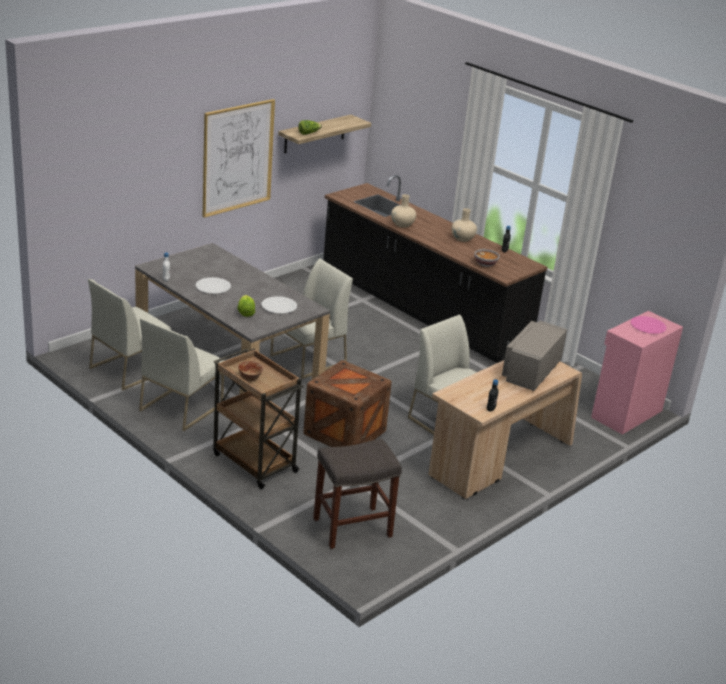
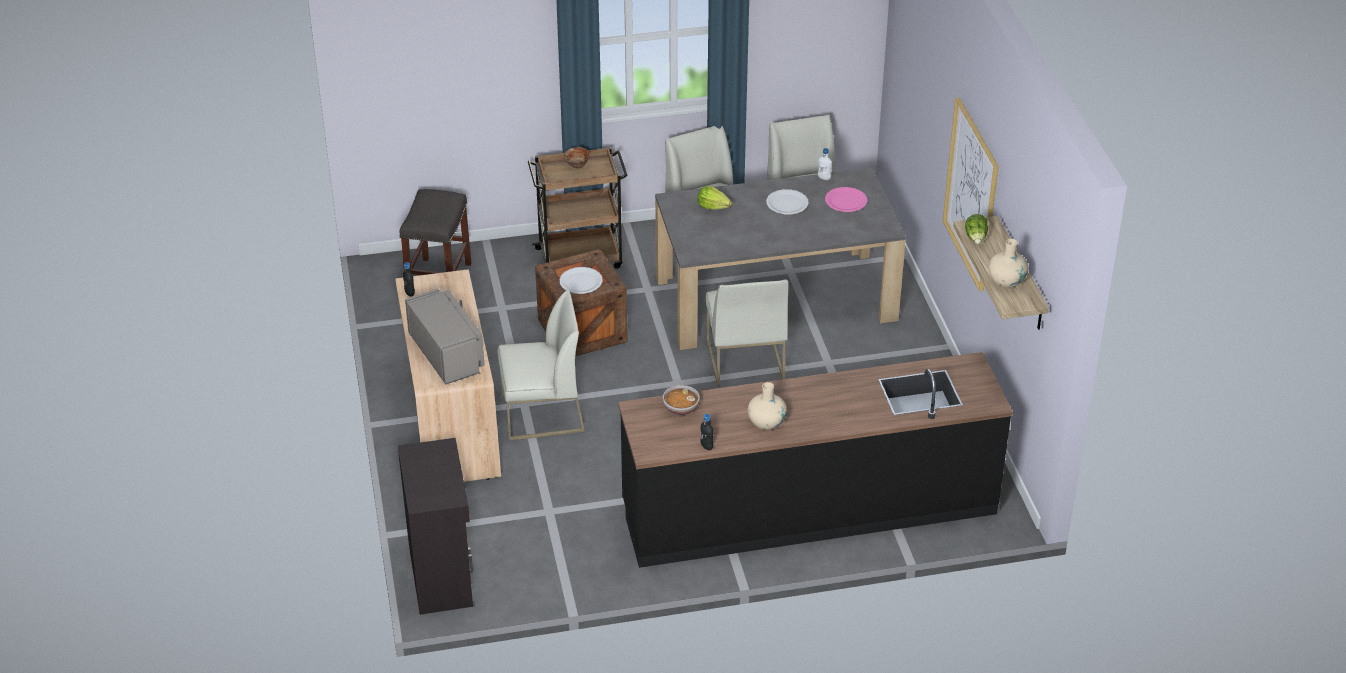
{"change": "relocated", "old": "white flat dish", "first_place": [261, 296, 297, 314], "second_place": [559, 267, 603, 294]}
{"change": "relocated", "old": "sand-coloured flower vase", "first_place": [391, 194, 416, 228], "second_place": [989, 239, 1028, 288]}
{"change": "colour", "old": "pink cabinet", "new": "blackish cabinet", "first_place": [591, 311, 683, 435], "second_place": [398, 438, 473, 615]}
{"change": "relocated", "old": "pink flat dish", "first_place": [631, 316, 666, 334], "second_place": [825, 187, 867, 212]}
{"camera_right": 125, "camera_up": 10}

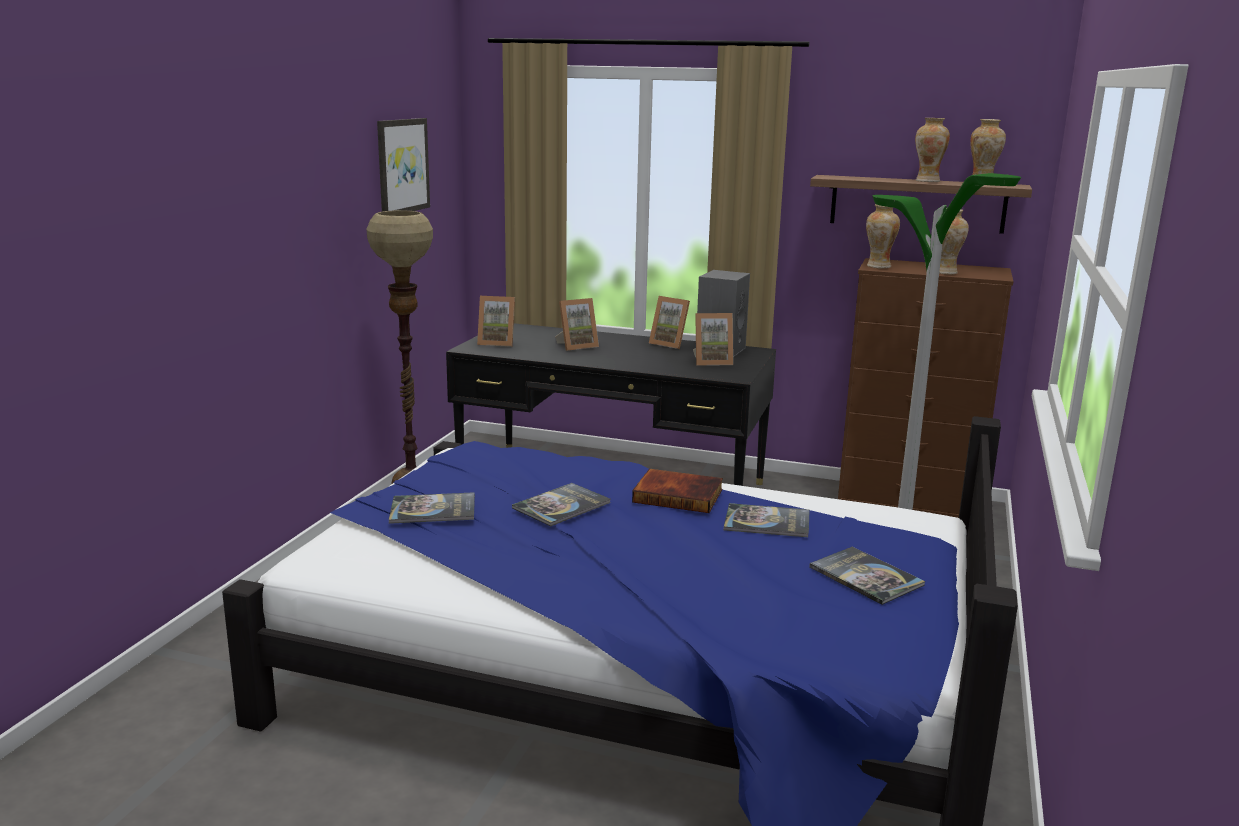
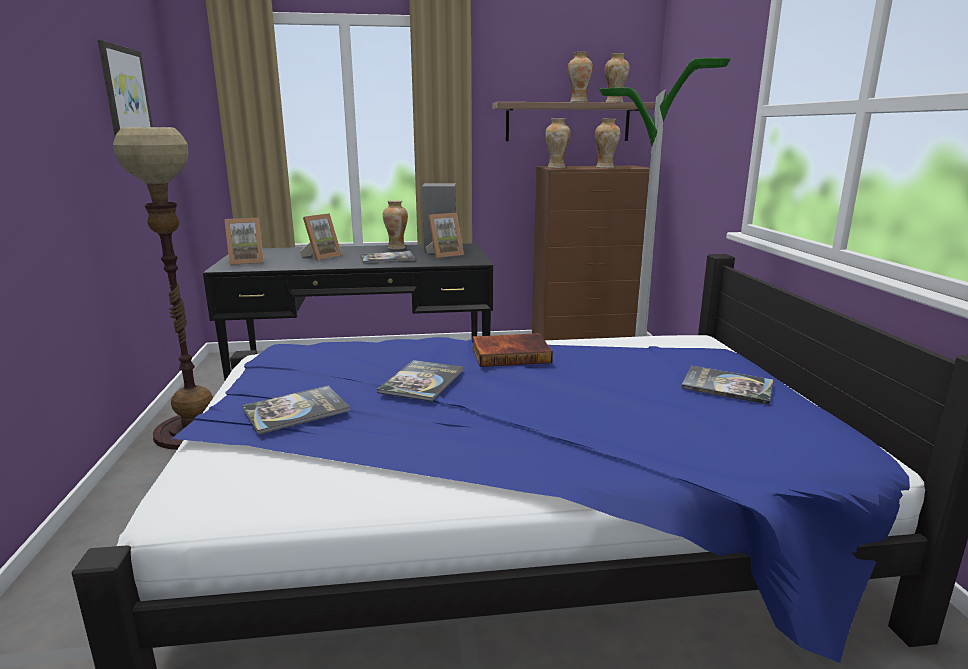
{"change": "exchanged", "old": "standing frame", "new": "flower vase", "first_place": [649, 296, 690, 349], "second_place": [383, 201, 408, 249]}
{"change": "relocated", "old": "book", "first_place": [724, 503, 810, 537], "second_place": [361, 251, 415, 264]}
{"camera_right": -25, "camera_up": 0}

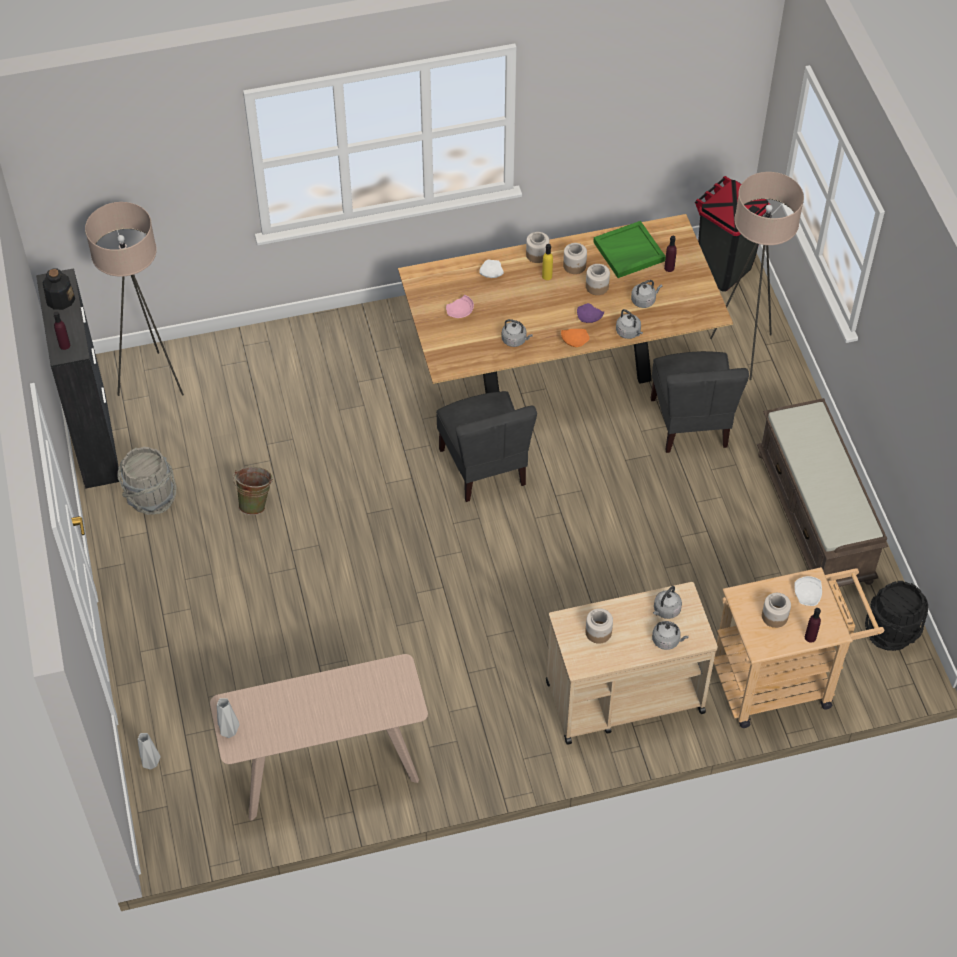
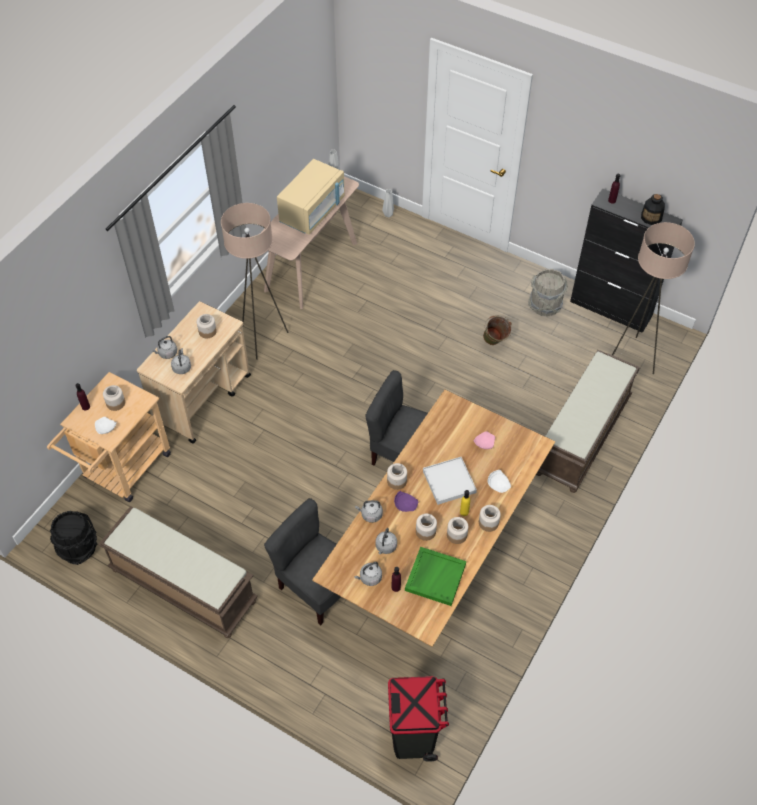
{"change": "relocated", "old": "greyish kettle", "first_place": [501, 319, 533, 347], "second_place": [354, 562, 382, 586]}
{"change": "exchanged", "old": "orange-coloured flat dish", "new": "preserve jar", "first_place": [561, 329, 590, 347], "second_place": [387, 463, 407, 490]}
{"change": "relocated", "old": "sand-coloured floor lamp", "first_place": [710, 172, 804, 380], "second_place": [221, 203, 289, 360]}
{"change": "appeared", "new": "sand-coloured kitchen microwave", "second_place": [277, 159, 345, 235]}
{"change": "appeared", "new": "white serving tray", "second_place": [423, 457, 477, 505]}
{"change": "appeared", "new": "brown-coloured indoor bench", "second_place": [536, 350, 640, 493]}
{"camera_right": 135, "camera_up": 0}

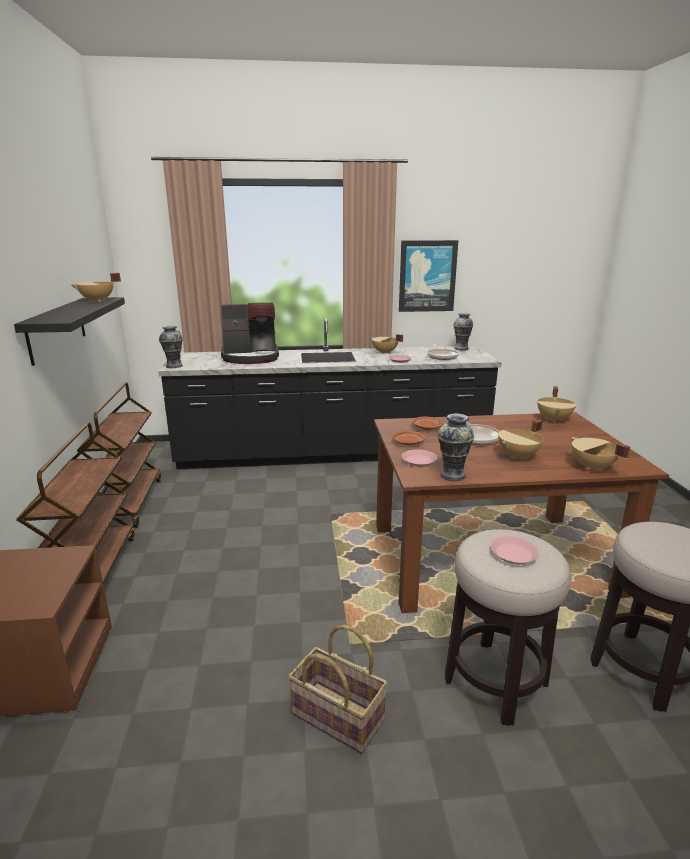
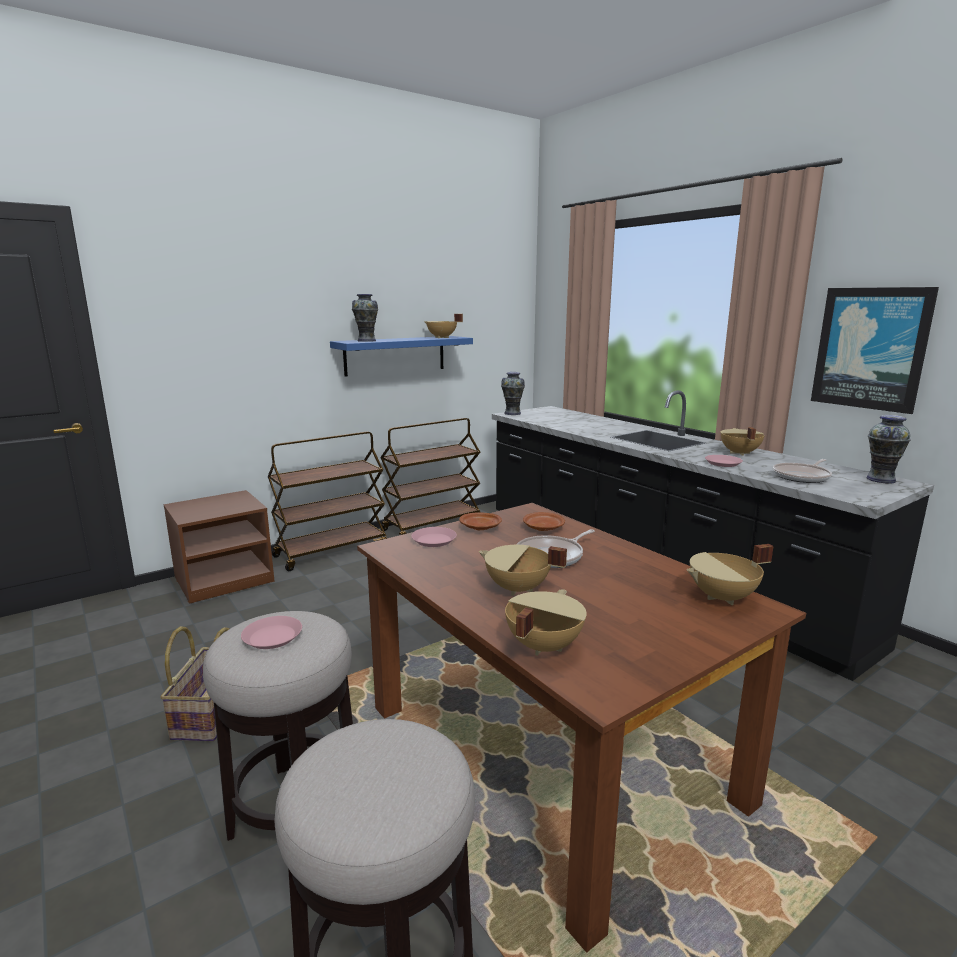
{"change": "colour", "old": "blackish shelf", "new": "blue-coloured shelf", "first_place": [14, 297, 125, 366], "second_place": [330, 336, 473, 377]}
{"change": "missing", "old": "coffee machine", "first_place": [221, 302, 279, 364]}
{"change": "relocated", "old": "flower vase", "first_place": [437, 414, 474, 481], "second_place": [352, 294, 378, 342]}
{"camera_right": 60, "camera_up": -5}

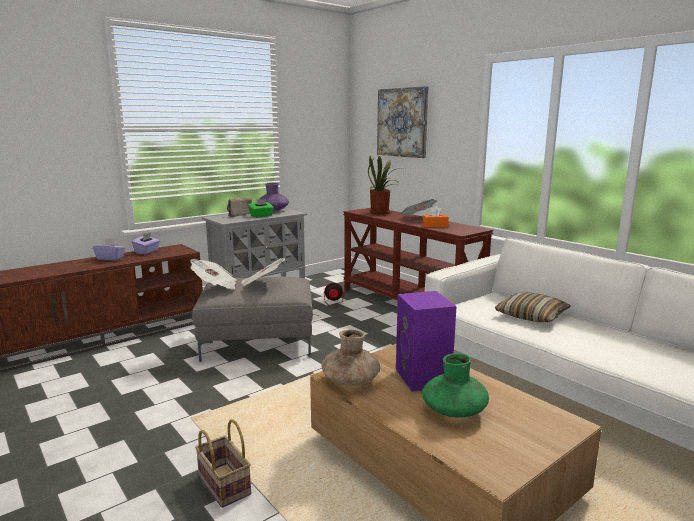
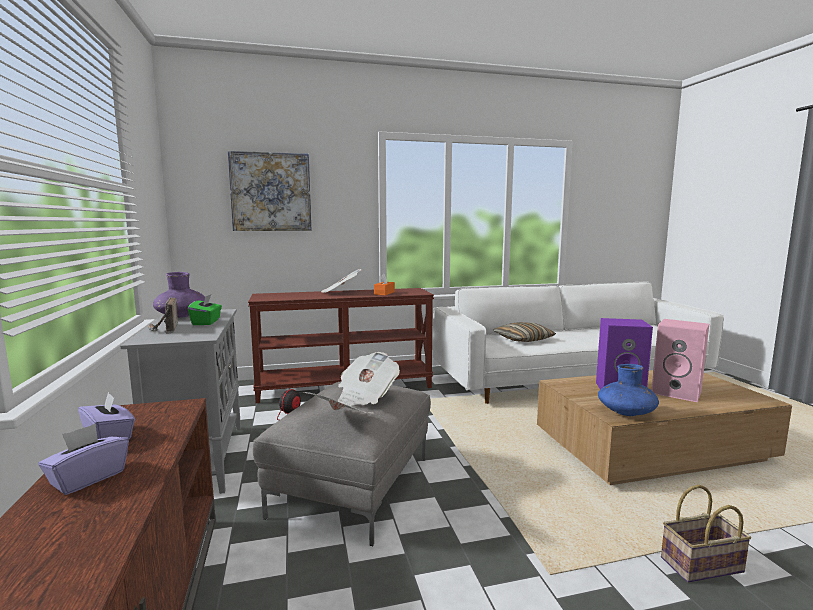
{"change": "colour", "old": "brown-coloured flower vase", "new": "blue-coloured flower vase", "first_place": [322, 330, 380, 386], "second_place": [598, 364, 659, 416]}
{"change": "missing", "old": "houseplant", "first_place": [368, 156, 401, 214]}
{"change": "exchanged", "old": "green flower vase", "new": "pink loudspeaker", "first_place": [422, 353, 489, 418], "second_place": [652, 319, 709, 402]}
{"camera_right": -65, "camera_up": -5}

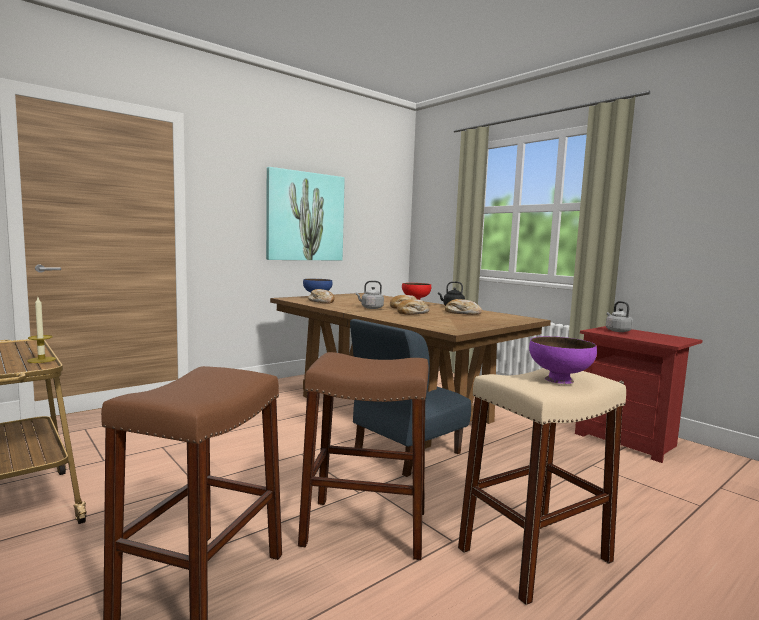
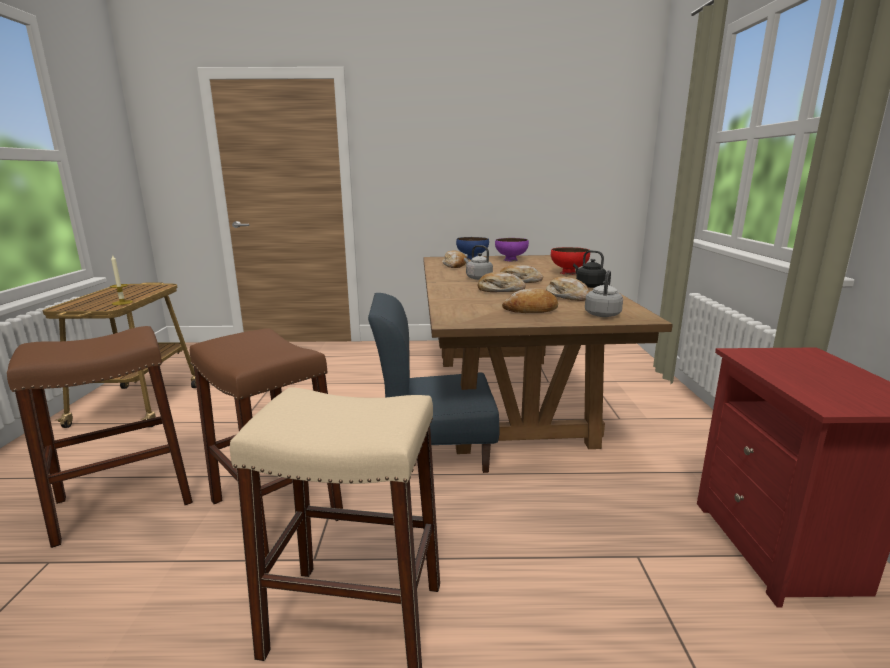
{"change": "missing", "old": "wall art", "first_place": [266, 167, 345, 261]}
{"change": "relocated", "old": "purplish bowl", "first_place": [529, 336, 597, 384], "second_place": [495, 238, 529, 261]}
{"change": "relocated", "old": "greyish kettle", "first_place": [606, 301, 633, 332], "second_place": [585, 270, 623, 317]}
{"change": "appeared", "new": "baked bread", "second_place": [502, 289, 558, 313]}
{"camera_right": 40, "camera_up": 10}

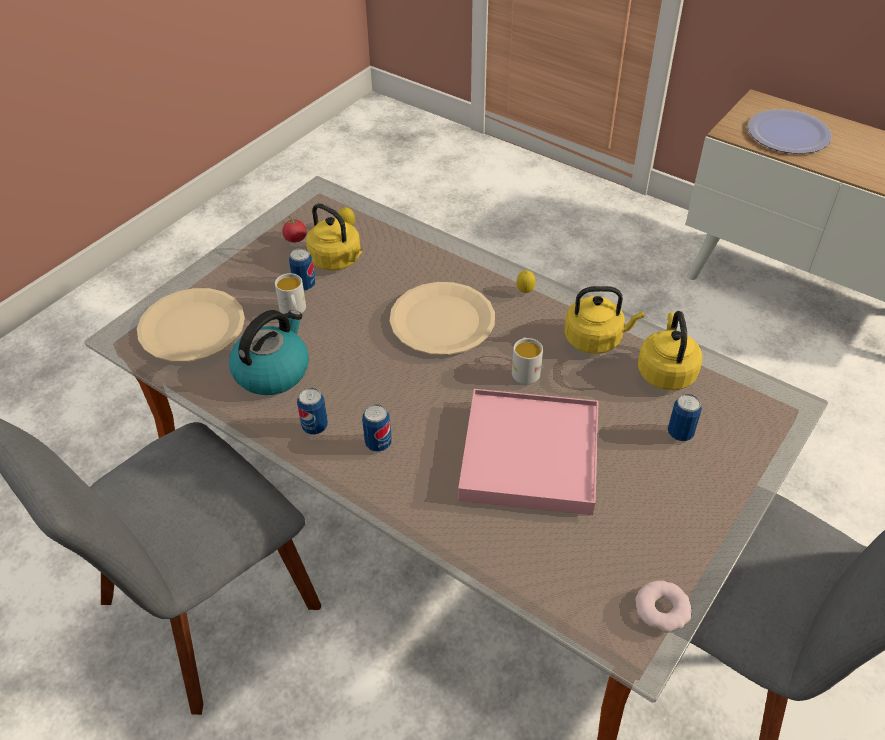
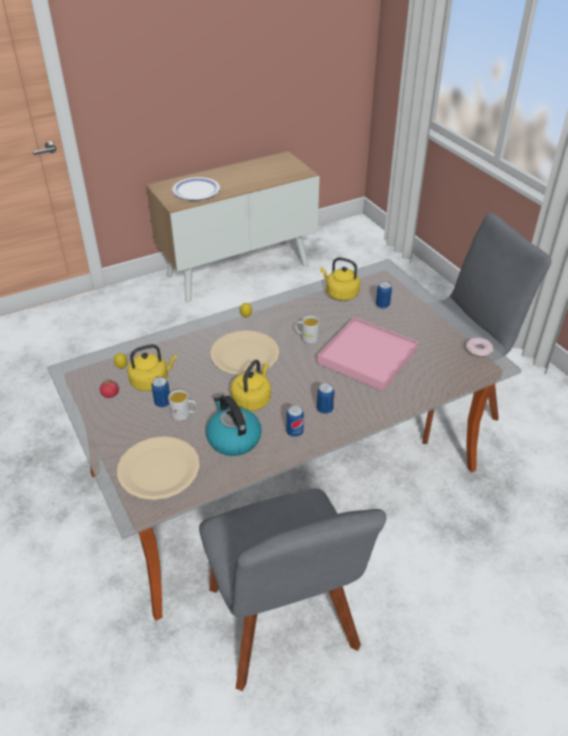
{"change": "relocated", "old": "yellow kettle", "first_place": [564, 286, 644, 354], "second_place": [231, 360, 271, 411]}
{"camera_right": -65, "camera_up": -5}

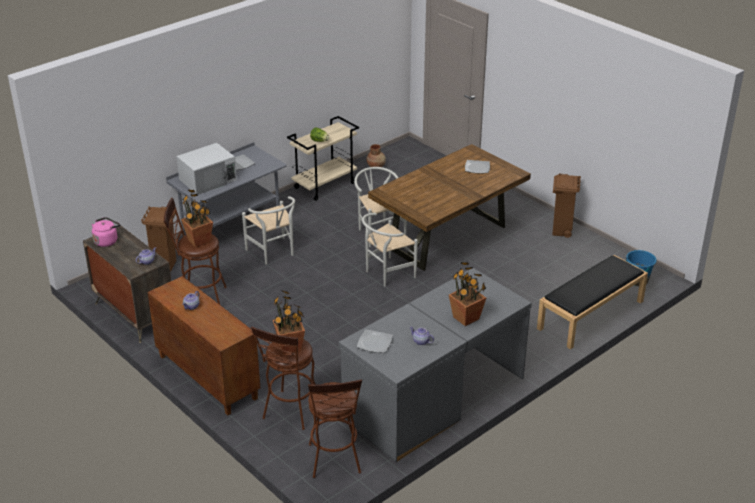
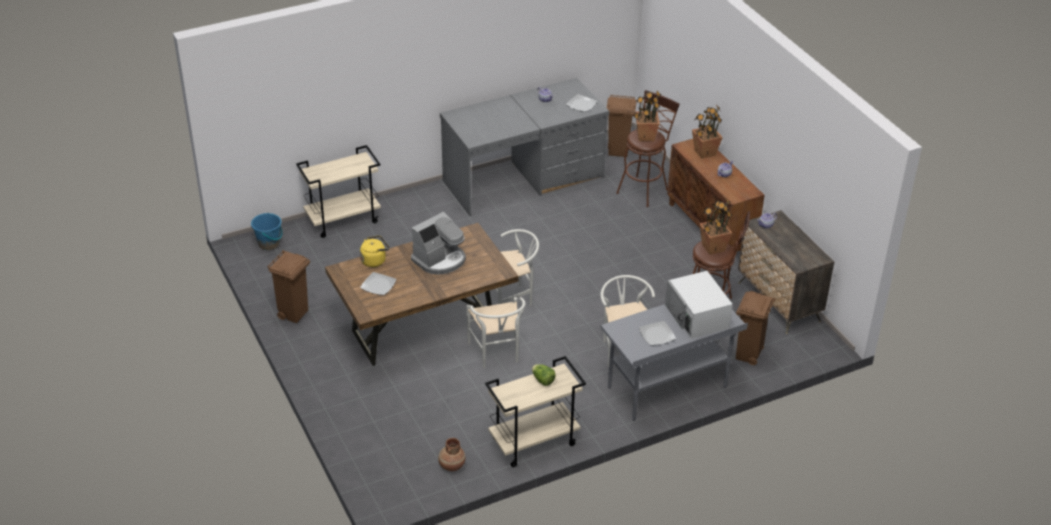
{"change": "missing", "old": "pink kettle", "first_place": [92, 217, 120, 247]}
{"change": "spun", "old": "white kitchen microwave", "first_place": [176, 143, 237, 195], "second_place": [665, 271, 733, 339], "degrees": -90}
{"change": "exchanged", "old": "brown-coloured stool", "new": "brown-coloured rubbish bin", "first_place": [308, 379, 362, 478], "second_place": [607, 95, 637, 157]}
{"change": "relocated", "old": "houseplant", "first_place": [449, 262, 486, 326], "second_place": [692, 105, 723, 159]}
{"change": "exchanged", "old": "blackish indoor bench", "new": "sand-coloured wheeled cart", "first_place": [537, 255, 648, 349], "second_place": [296, 145, 381, 238]}
{"change": "appeared", "new": "yellow kettle", "second_place": [360, 236, 389, 267]}
{"change": "appeared", "new": "coffee machine", "second_place": [411, 212, 466, 275]}
{"camera_right": -165, "camera_up": 5}

